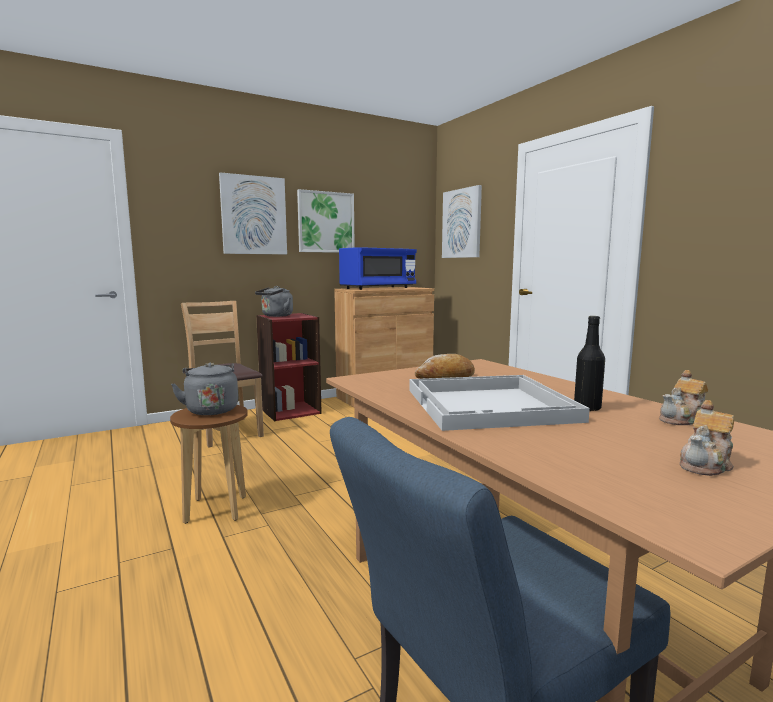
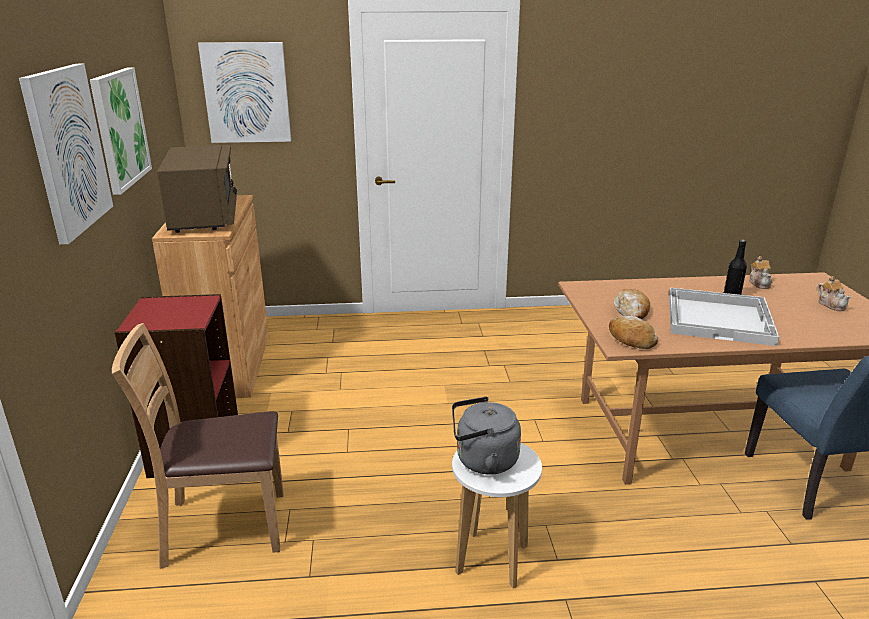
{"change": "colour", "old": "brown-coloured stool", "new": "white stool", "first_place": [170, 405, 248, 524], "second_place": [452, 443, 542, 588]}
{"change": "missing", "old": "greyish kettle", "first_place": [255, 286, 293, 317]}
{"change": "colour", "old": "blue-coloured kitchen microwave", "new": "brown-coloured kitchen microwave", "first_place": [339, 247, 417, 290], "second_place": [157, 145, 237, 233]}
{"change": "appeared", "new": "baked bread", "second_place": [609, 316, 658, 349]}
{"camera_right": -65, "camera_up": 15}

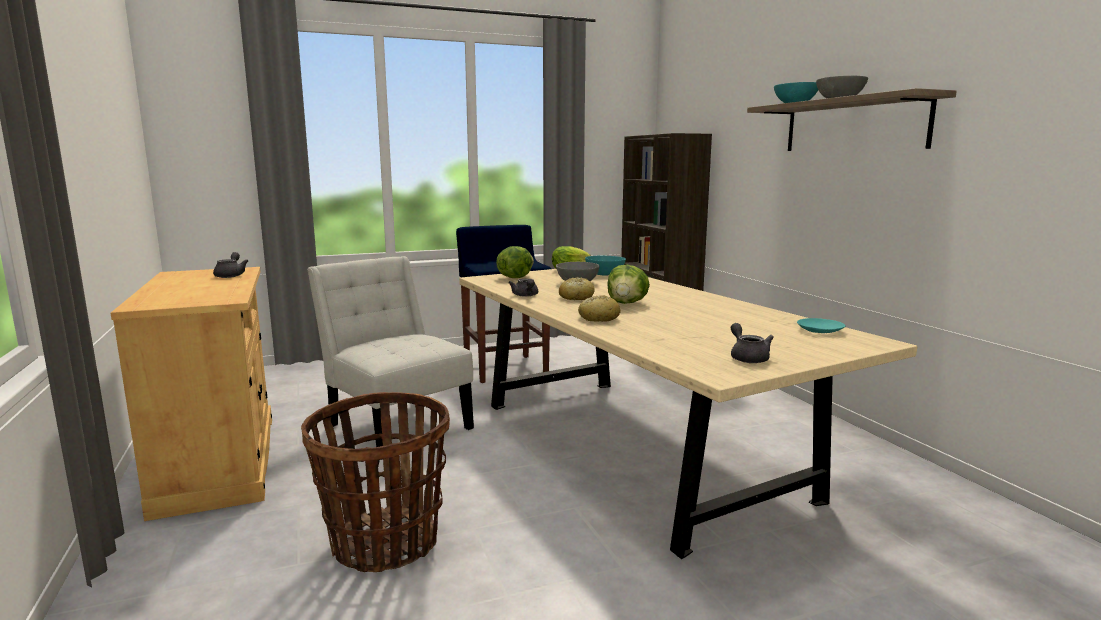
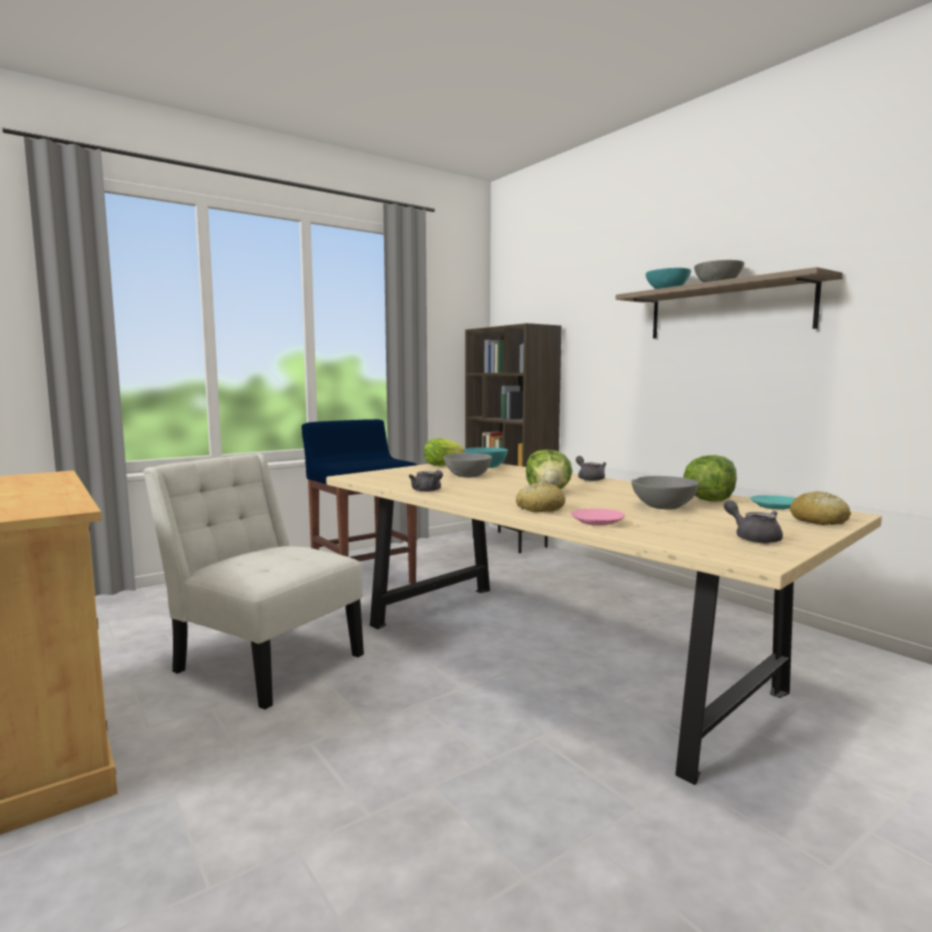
{"change": "relocated", "old": "greyish tea pot", "first_place": [213, 252, 248, 278], "second_place": [576, 456, 606, 481]}
{"change": "missing", "old": "basket", "first_place": [301, 392, 450, 572]}
{"change": "relocated", "old": "lettuce head", "first_place": [496, 246, 534, 278], "second_place": [683, 455, 737, 502]}
{"change": "relocated", "old": "baked bread", "first_place": [559, 277, 595, 300], "second_place": [790, 491, 851, 525]}
{"change": "appeared", "new": "pink flat dish", "second_place": [571, 509, 625, 526]}
{"change": "appeared", "new": "greyish bowl", "second_place": [631, 476, 699, 510]}
{"camera_right": -15, "camera_up": -5}

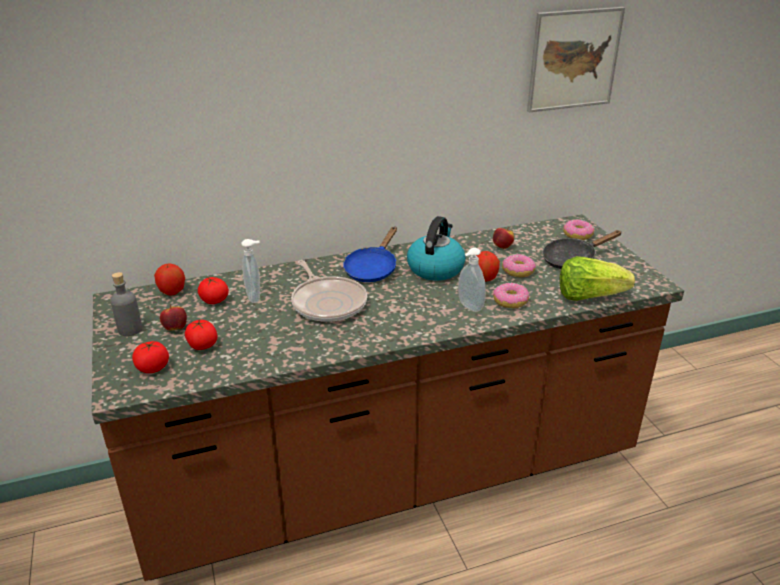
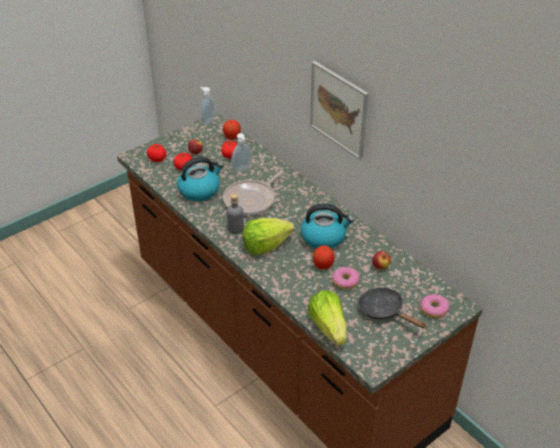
{"change": "relocated", "old": "greyish drink bottle", "first_place": [110, 272, 142, 336], "second_place": [227, 194, 244, 234]}
{"change": "missing", "old": "blue-coloured pan", "first_place": [343, 227, 397, 282]}
{"change": "relocated", "old": "liquid soap bottle", "first_place": [458, 248, 486, 312], "second_place": [200, 87, 216, 125]}
{"change": "missing", "old": "donut", "first_place": [493, 283, 529, 308]}
{"change": "relocated", "old": "wall art", "first_place": [527, 7, 625, 112], "second_place": [310, 61, 368, 160]}
{"change": "appeared", "new": "kettle", "second_place": [177, 157, 223, 202]}
{"change": "appeared", "new": "lettuce head", "second_place": [243, 218, 294, 255]}
{"camera_right": 70, "camera_up": 10}

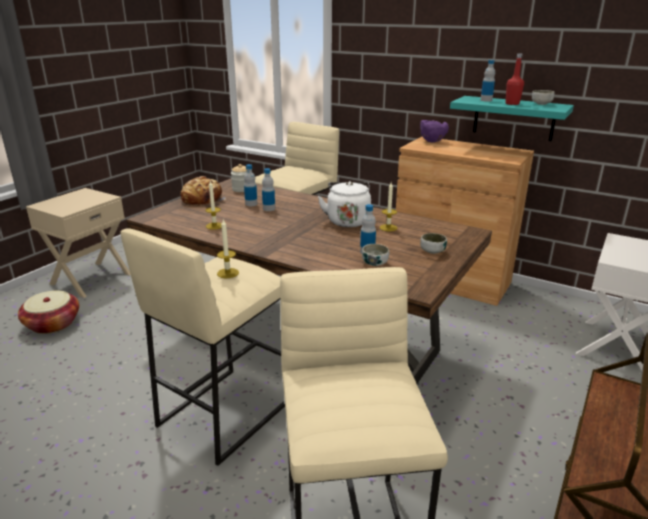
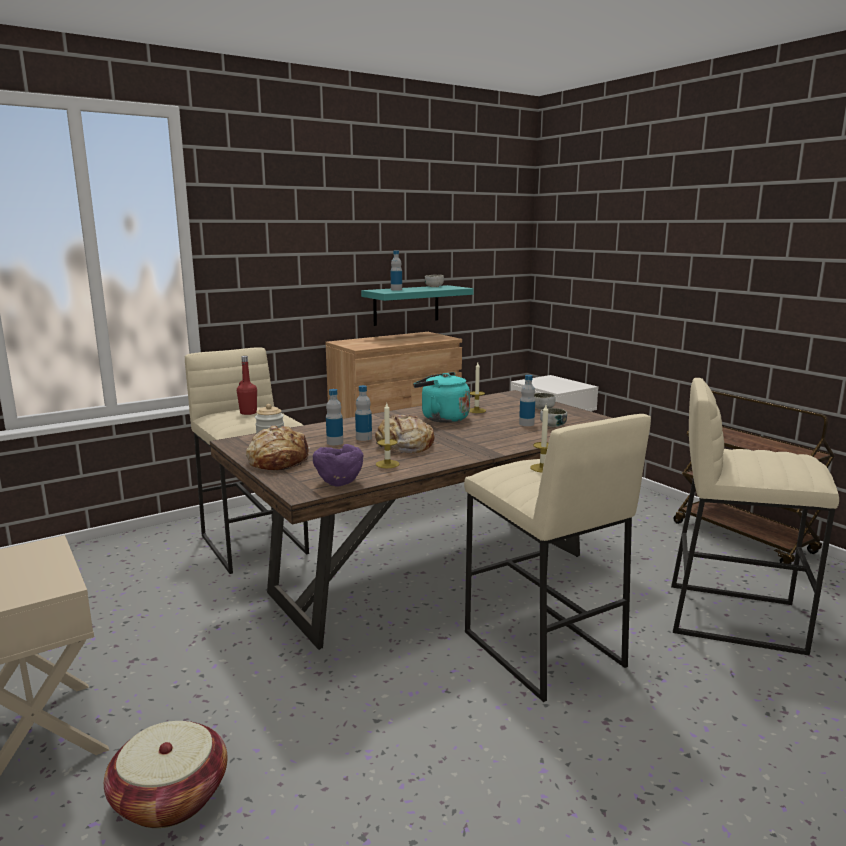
{"change": "colour", "old": "white kettle", "new": "turquoise kettle", "first_place": [318, 181, 371, 227], "second_place": [413, 372, 470, 423]}
{"change": "relocated", "old": "purplish bowl", "first_place": [420, 120, 449, 142], "second_place": [313, 444, 364, 487]}
{"change": "relocated", "old": "red-coloured drink bottle", "first_place": [505, 53, 524, 105], "second_place": [237, 356, 257, 415]}
{"change": "appeared", "new": "baked bread", "second_place": [375, 414, 434, 454]}
{"camera_right": -65, "camera_up": -10}

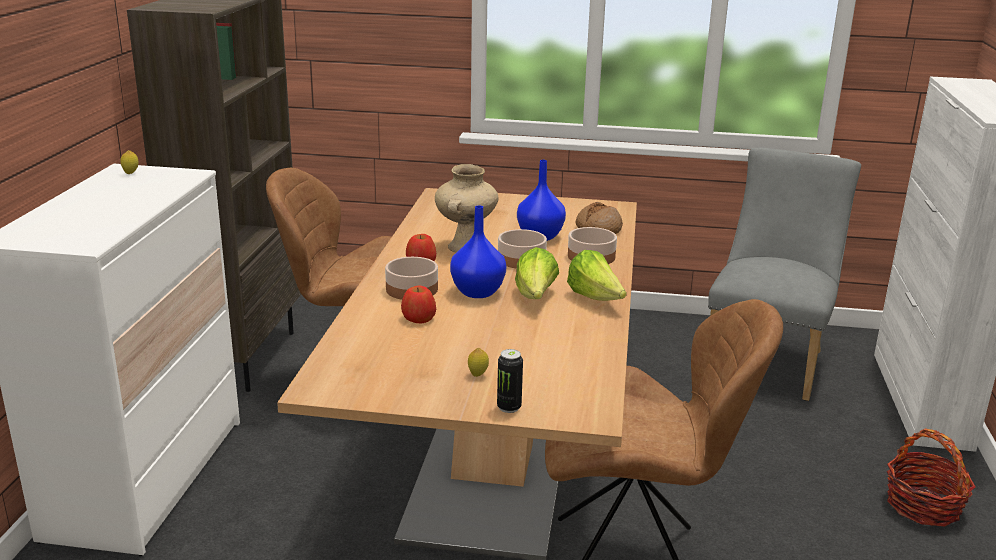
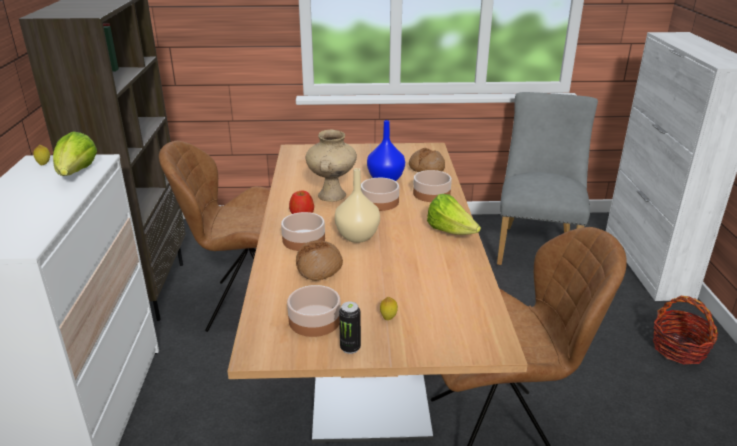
{"change": "exchanged", "old": "whole apple", "new": "baked bread", "first_place": [401, 285, 436, 323], "second_place": [296, 240, 343, 281]}
{"change": "colour", "old": "blue-coloured flower vase", "new": "sand-coloured flower vase", "first_place": [450, 205, 506, 298], "second_place": [335, 168, 380, 243]}
{"change": "relocated", "old": "sealed can", "first_place": [497, 349, 523, 413], "second_place": [339, 302, 361, 354]}
{"change": "relocated", "old": "lettuce head", "first_place": [515, 247, 559, 299], "second_place": [53, 131, 97, 176]}
{"change": "appeared", "new": "bowl", "second_place": [287, 285, 341, 337]}
{"camera_right": -10, "camera_up": 5}

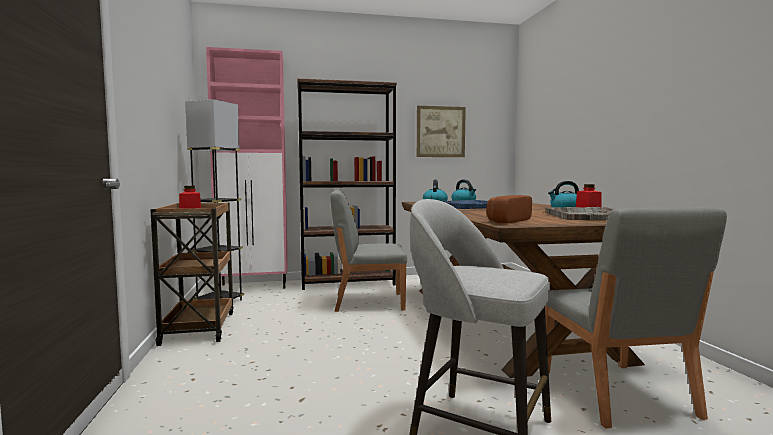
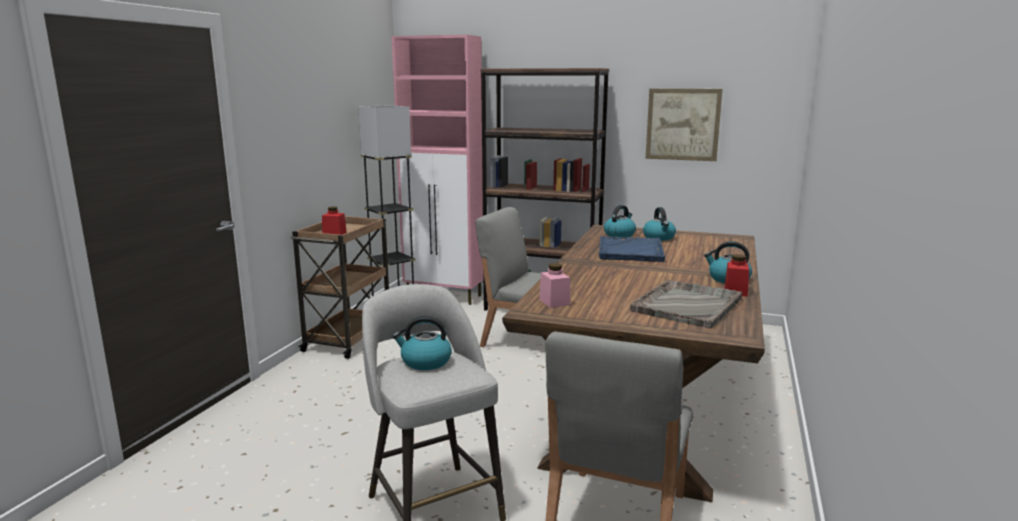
{"change": "exchanged", "old": "baked bread", "new": "pink preserve jar", "first_place": [486, 195, 532, 224], "second_place": [539, 263, 571, 308]}
{"change": "appeared", "new": "kettle", "second_place": [392, 316, 452, 370]}
{"camera_right": 30, "camera_up": 10}

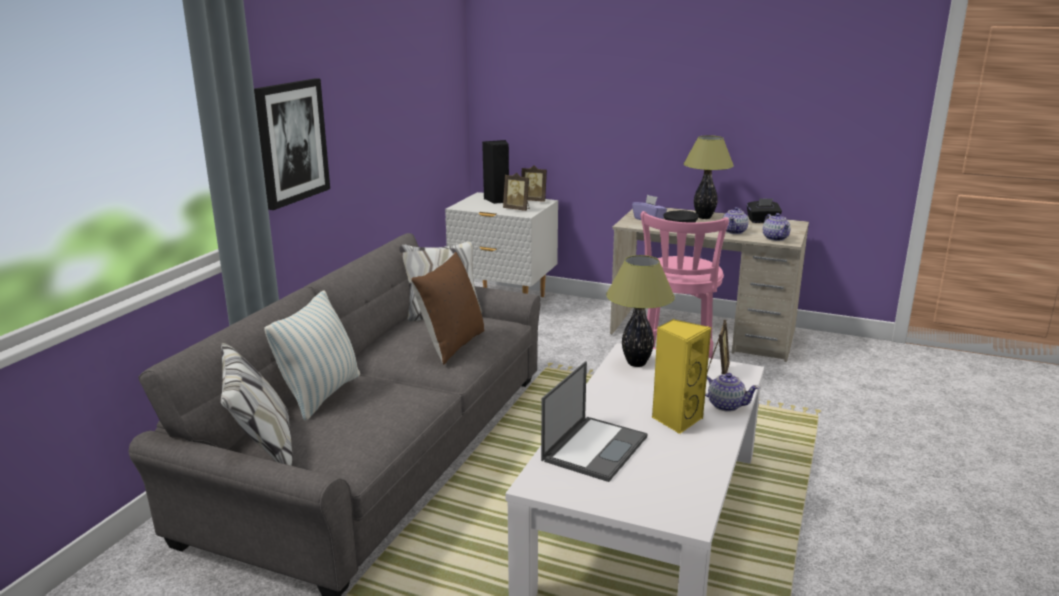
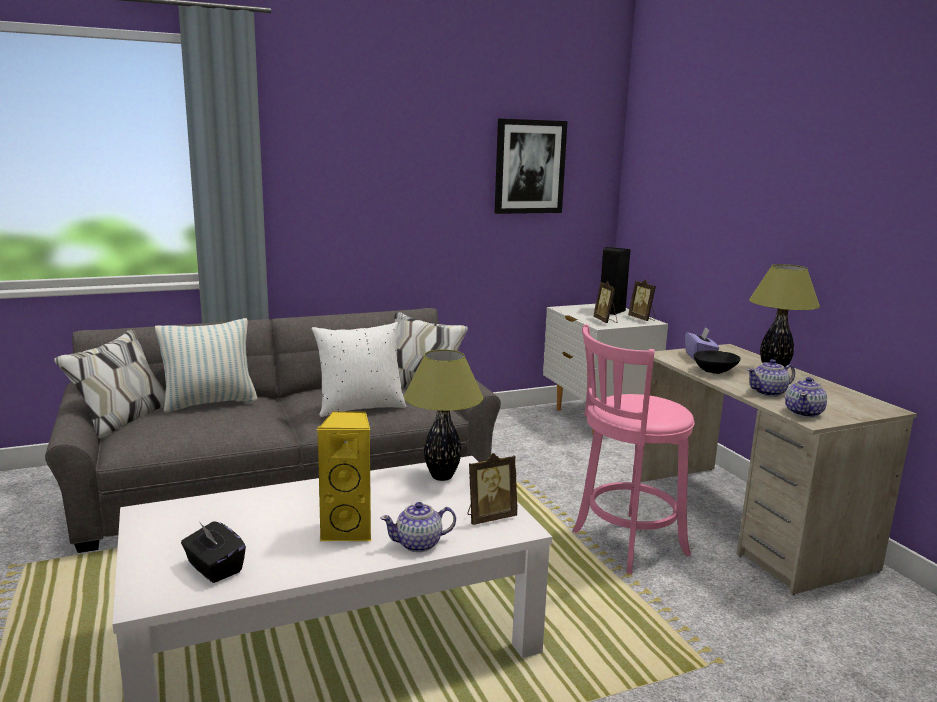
{"change": "relocated", "old": "wall art", "first_place": [254, 78, 330, 210], "second_place": [495, 119, 568, 214]}
{"change": "colour", "old": "brown-coloured pillow", "new": "white pillow", "first_place": [411, 252, 484, 365], "second_place": [312, 322, 406, 417]}
{"change": "missing", "old": "notebook computer", "first_place": [541, 361, 647, 482]}
{"change": "spun", "old": "tea pot", "first_place": [705, 373, 760, 412], "second_place": [380, 502, 456, 552], "degrees": 90}
{"change": "relocated", "old": "blackish tissue holder", "first_place": [747, 198, 782, 223], "second_place": [181, 521, 246, 583]}
{"camera_right": 45, "camera_up": -5}

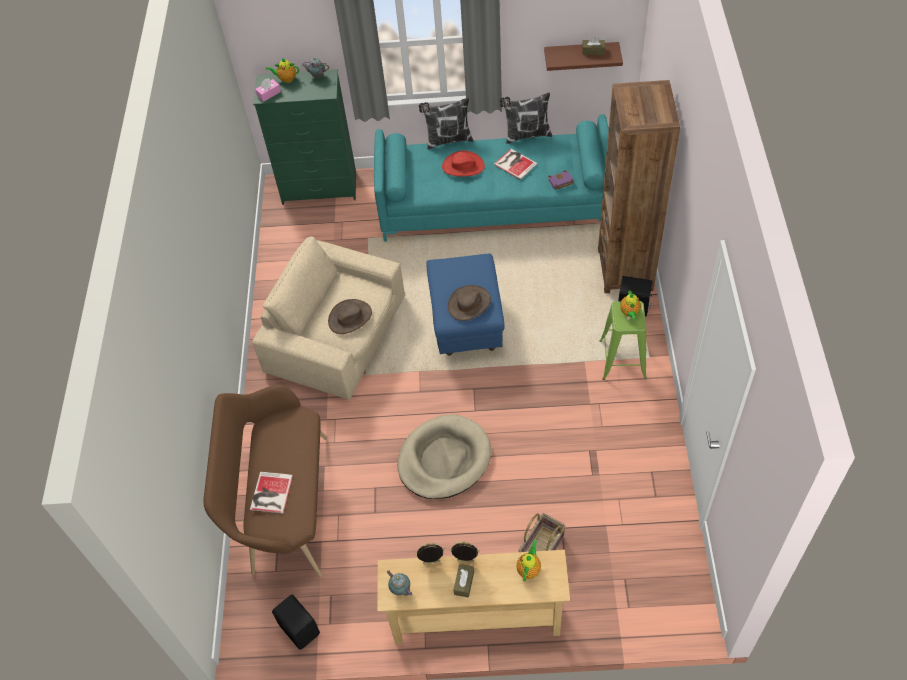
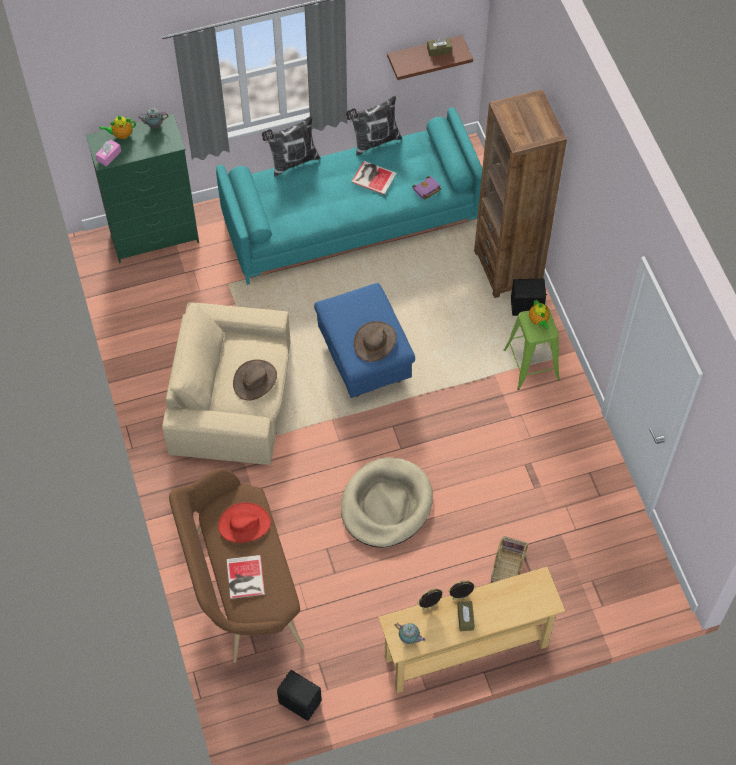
{"change": "relocated", "old": "red-coloured clothing hat", "first_place": [442, 150, 485, 176], "second_place": [218, 502, 271, 543]}
{"change": "missing", "old": "tea pot", "first_place": [516, 540, 541, 582]}
{"camera_right": -20, "camera_up": 5}

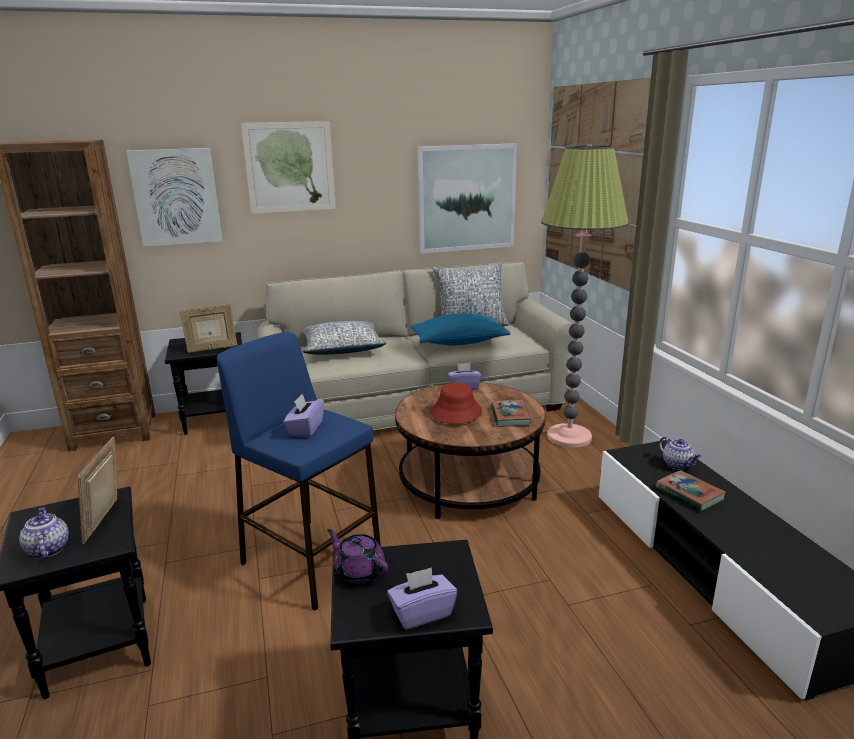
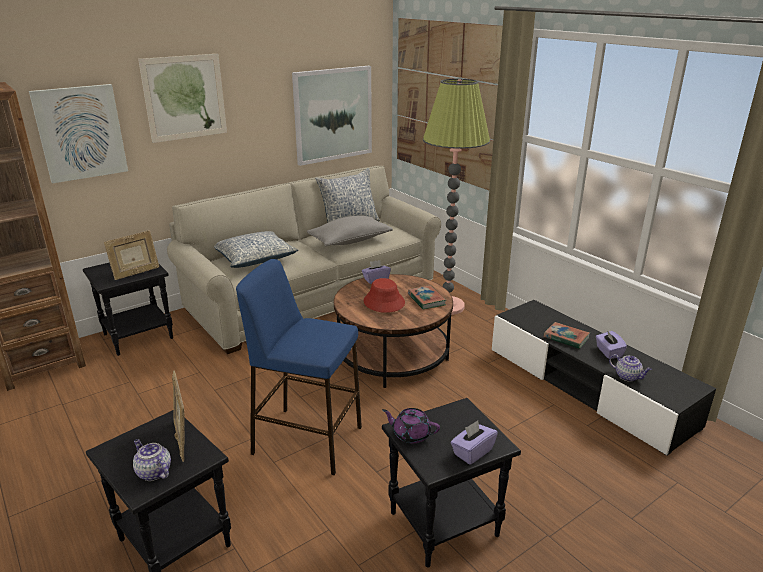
{"change": "relocated", "old": "purplish tissue holder", "first_place": [284, 394, 324, 437], "second_place": [596, 330, 627, 359]}
{"change": "colour", "old": "blue-coloured pillow", "new": "greyish pillow", "first_place": [410, 313, 510, 345], "second_place": [307, 216, 393, 246]}
{"change": "relocated", "old": "tea pot", "first_place": [659, 437, 701, 470], "second_place": [609, 354, 652, 382]}
{"camera_right": -20, "camera_up": 5}

